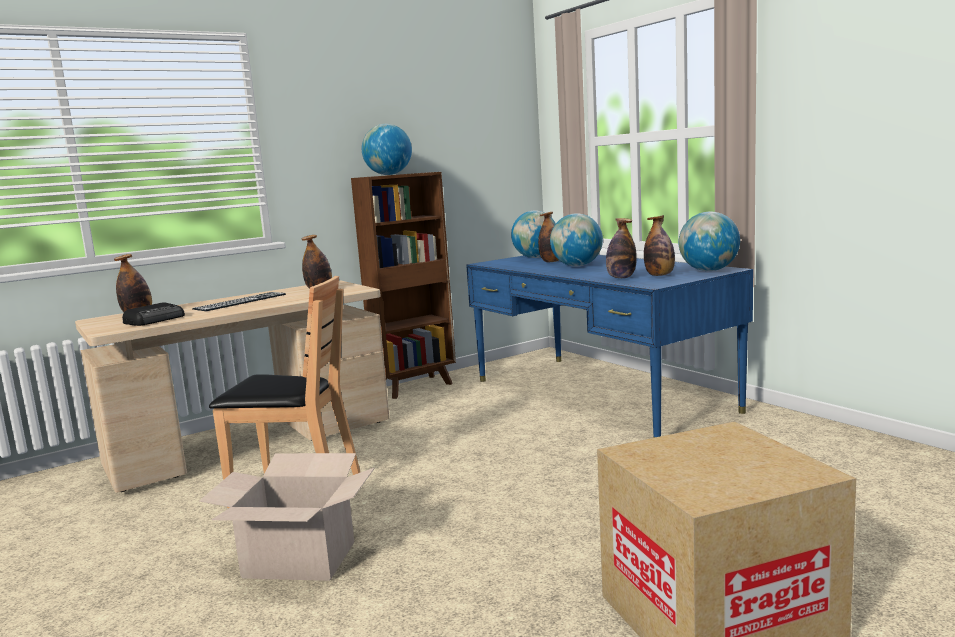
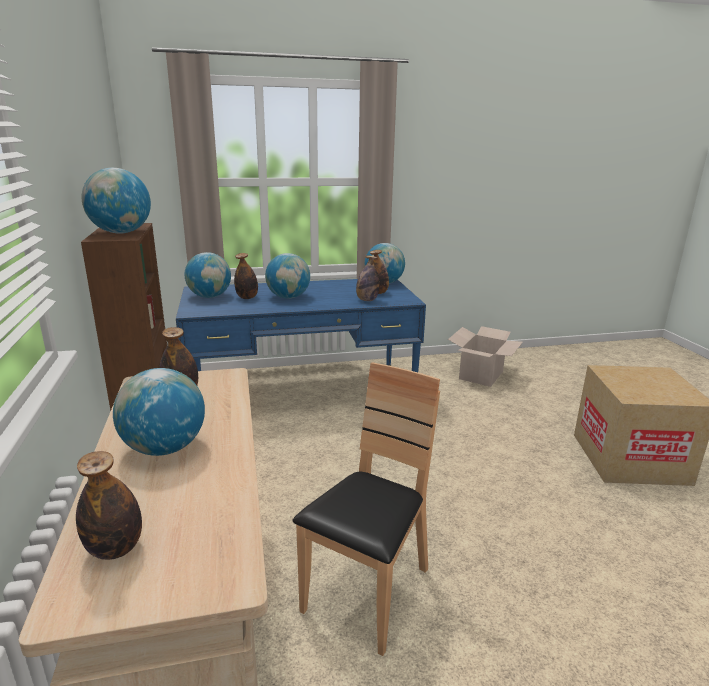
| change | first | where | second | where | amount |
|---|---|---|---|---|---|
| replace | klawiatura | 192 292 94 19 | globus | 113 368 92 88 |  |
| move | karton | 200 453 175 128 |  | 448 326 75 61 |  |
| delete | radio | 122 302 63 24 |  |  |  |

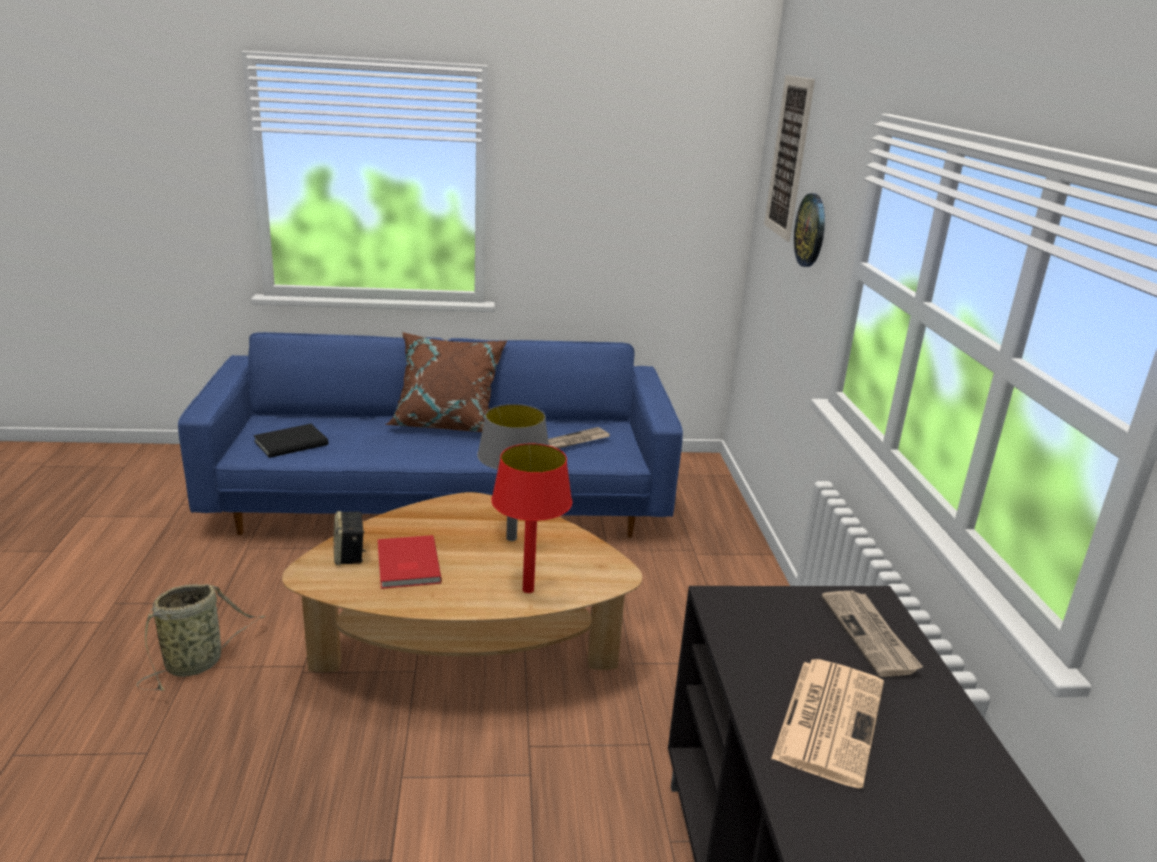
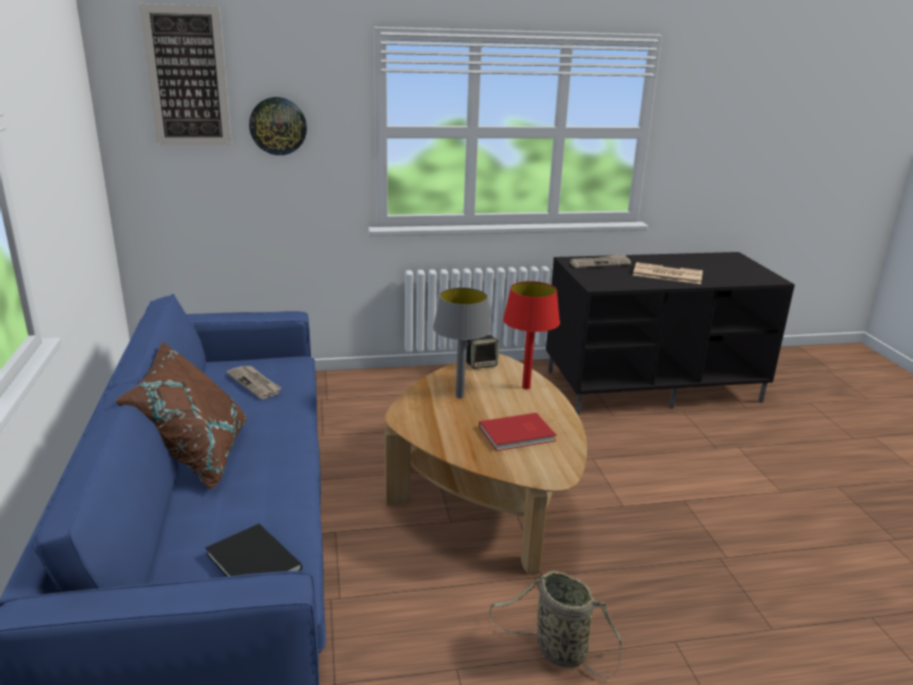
| change | first | where | second | where | amount |
|---|---|---|---|---|---|
| move | głośnik | 334 511 32 54 |  | 466 335 33 34 |  |

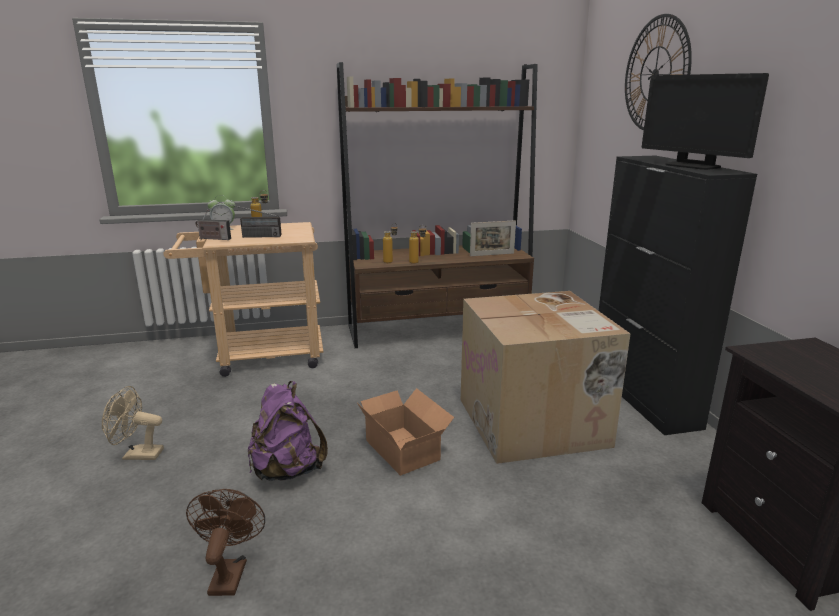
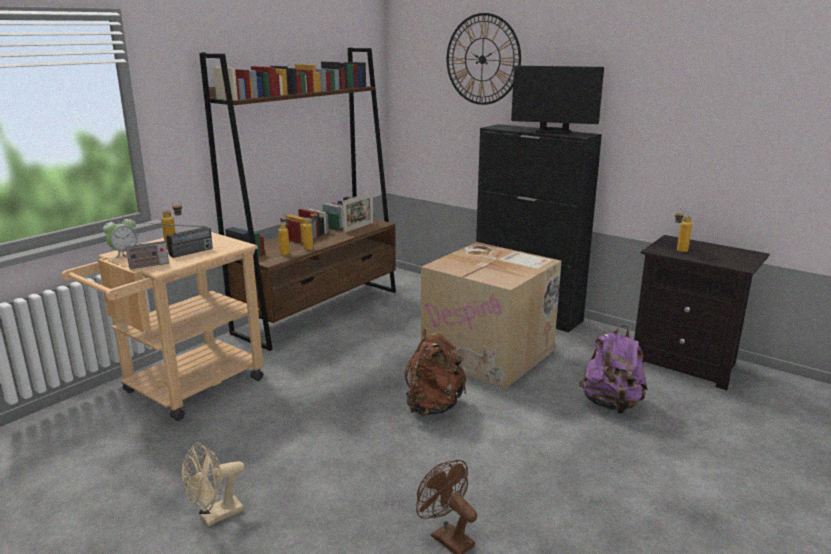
| change | first | where | second | where | amount |
|---|---|---|---|---|---|
| replace | karton | 357 388 97 88 | plecak [brązowy] | 405 329 61 87 |  |
| move | plecak [fioletowy] | 248 381 80 100 |  | 579 325 69 89 |  |
| insert |  |  | butelka | 675 209 17 43 |  |

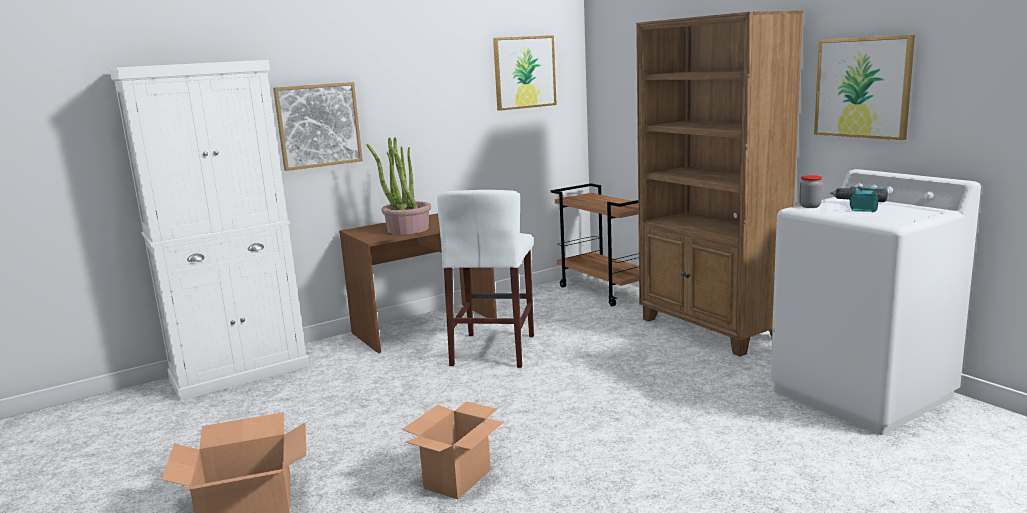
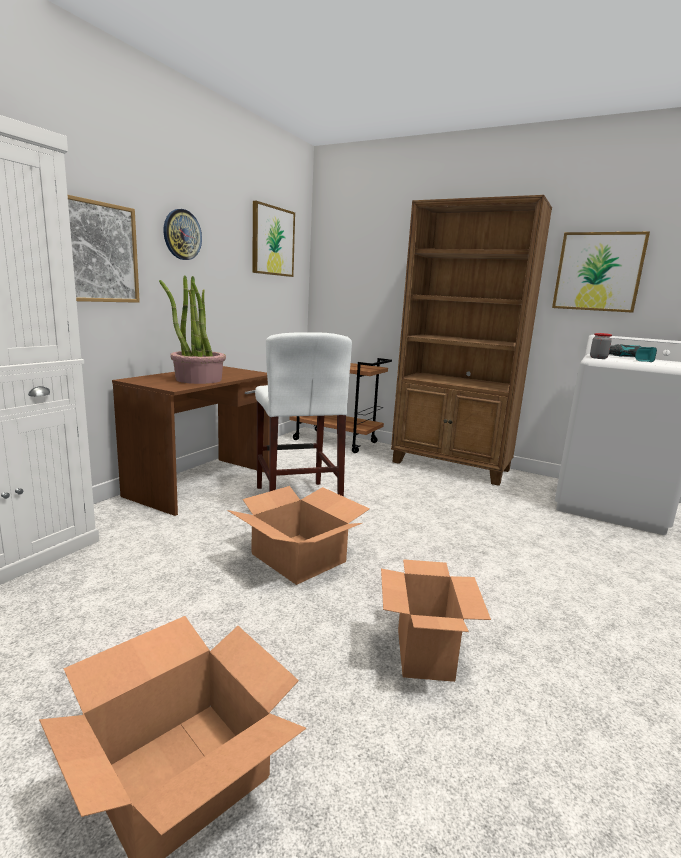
| change | first | where | second | where | amount |
|---|---|---|---|---|---|
| insert |  |  | zegar ścienny | 163 209 39 51 |  |
| insert |  |  | karton | 227 486 143 99 |  |

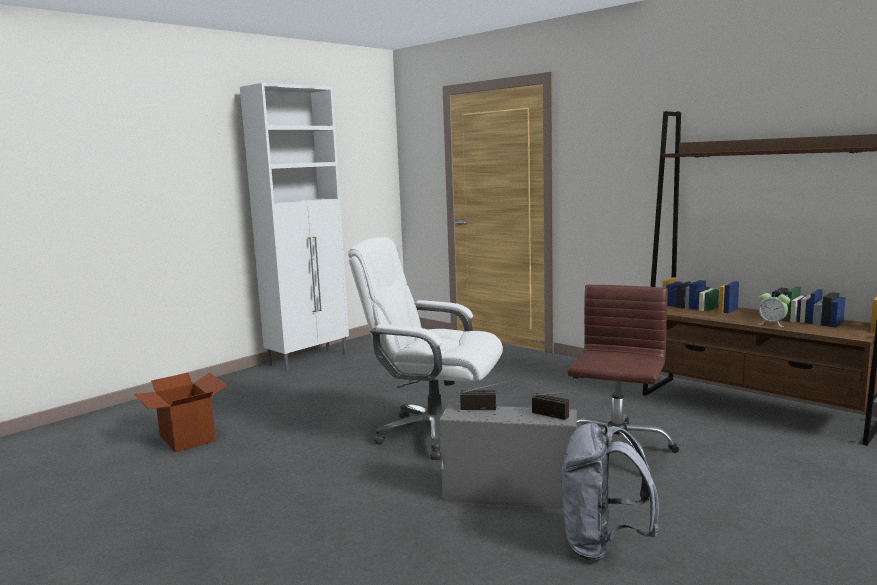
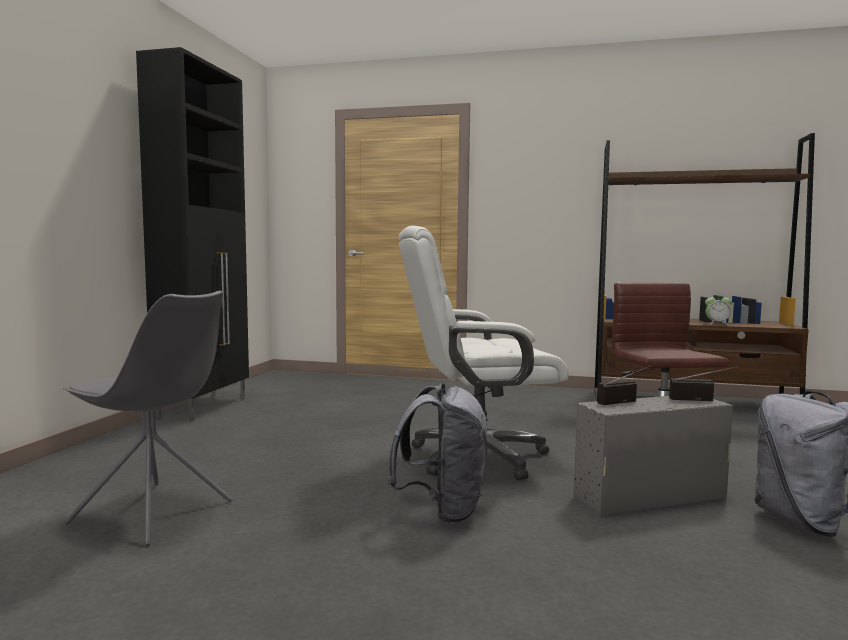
| change | first | where | second | where | amount |
|---|---|---|---|---|---|
| replace | karton | 134 372 93 80 | krzesło [szary] | 63 290 169 256 |  |
| recolor | szafka [biały] | 240 83 109 288 | szafka [czarny] | 136 47 113 374 |  |
| insert |  |  | plecak [szary] | 387 383 101 141 |  |

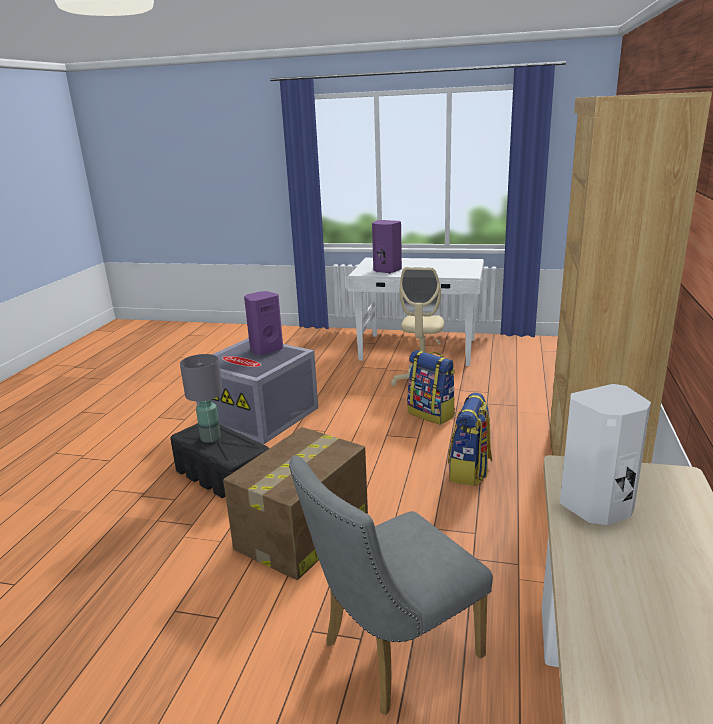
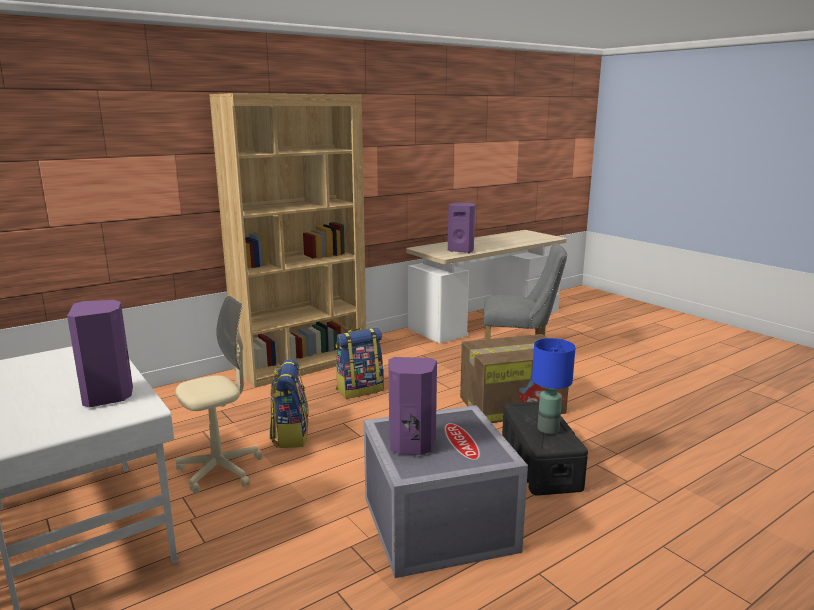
| change | first | where | second | where | amount |
|---|---|---|---|---|---|
| recolor | głośnik [biały] | 560 384 91 141 | głośnik [fioletowy] | 448 203 27 50 |  |
| recolor | lampa stołowa [szary] | 180 354 43 89 | lampa stołowa [niebieski] | 532 338 44 96 |  |

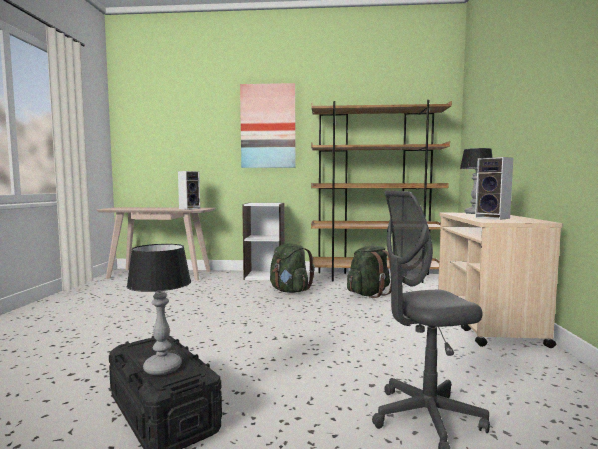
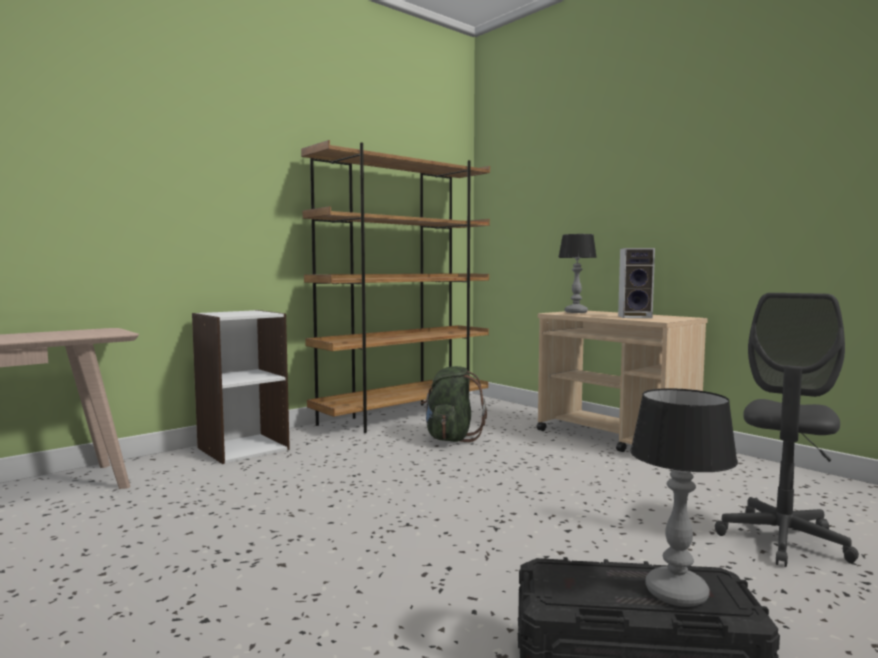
| change | first | where | second | where | amount |
|---|---|---|---|---|---|
| delete | głośnik | 178 171 22 39 |  |  |  |
| delete | obraz | 240 83 55 85 |  |  |  |
| delete | plecak [zielony] | 270 243 45 50 |  |  |  |

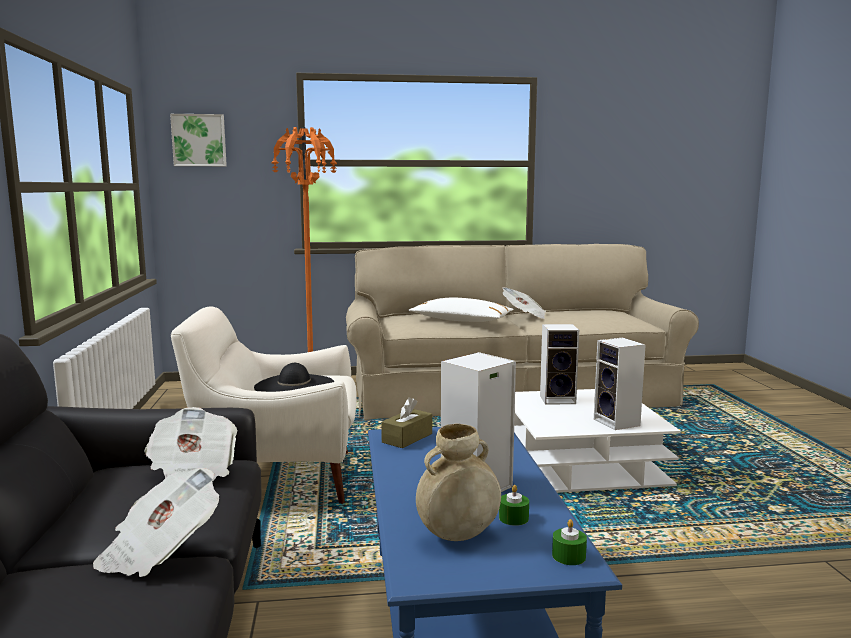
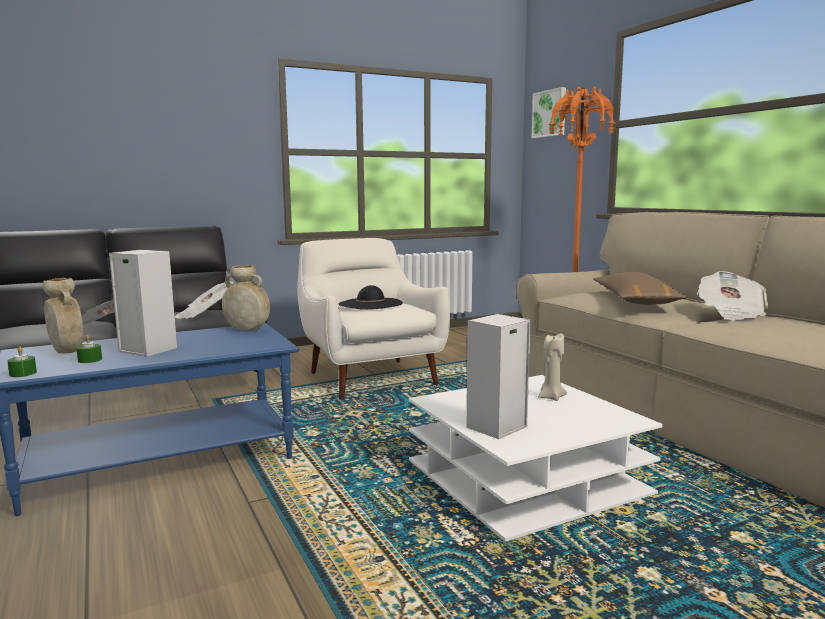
| change | first | where | second | where | amount |
|---|---|---|---|---|---|
| replace | pudełko chusteczek [brązowy] | 381 397 51 51 | wazon [beżowy] | 222 265 48 65 |  |
| replace | głośnik | 540 324 39 80 | świeca [beżowy] | 538 333 29 68 |  |
| recolor | poduszka [biały] | 409 298 105 24 | poduszka [brązowy] | 593 272 94 33 |  |

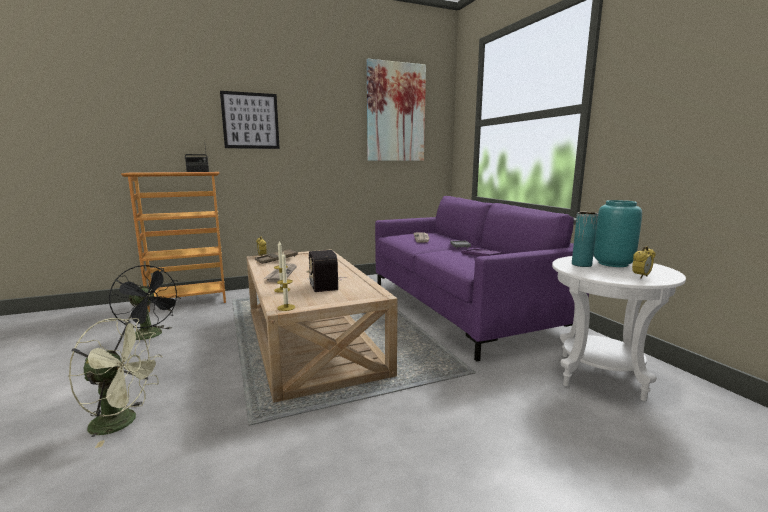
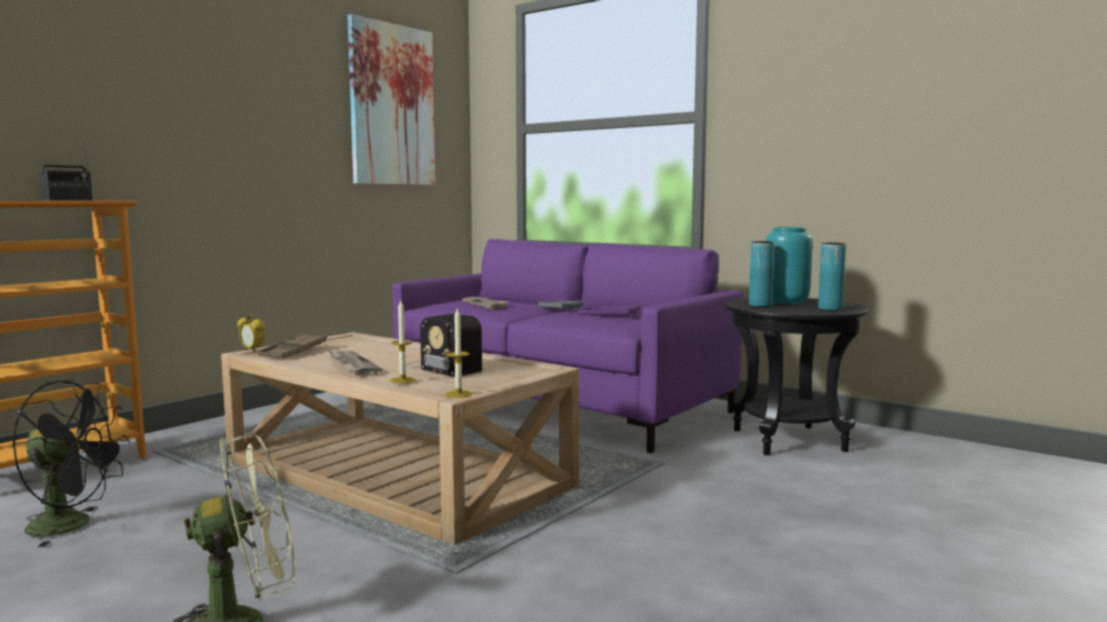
| change | first | where | second | where | amount |
|---|---|---|---|---|---|
| recolor | stolik [biały] | 552 256 134 145 | stolik [czarny] | 725 298 143 157 |  |
| replace | budzik | 632 246 24 32 | wazon [turkusowy] | 818 243 28 68 |  |
| delete | obraz | 220 91 60 58 |  |  |  |

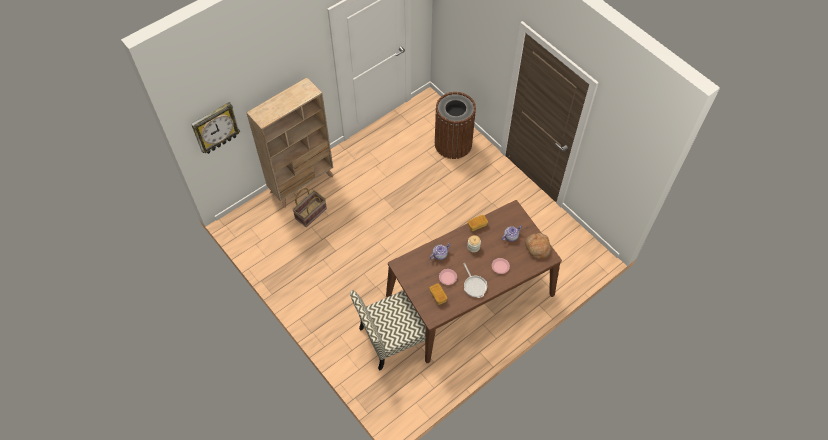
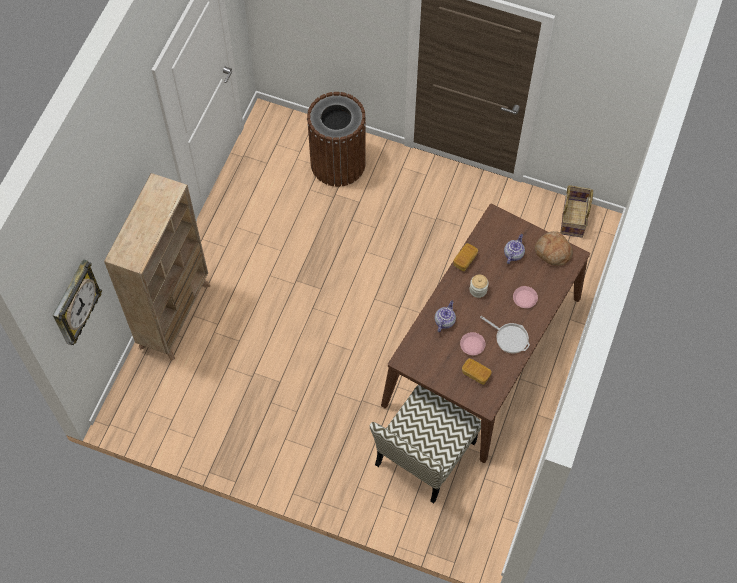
| change | first | where | second | where | amount |
|---|---|---|---|---|---|
| move | koszyk | 292 188 35 39 |  | 560 185 33 53 |  |

